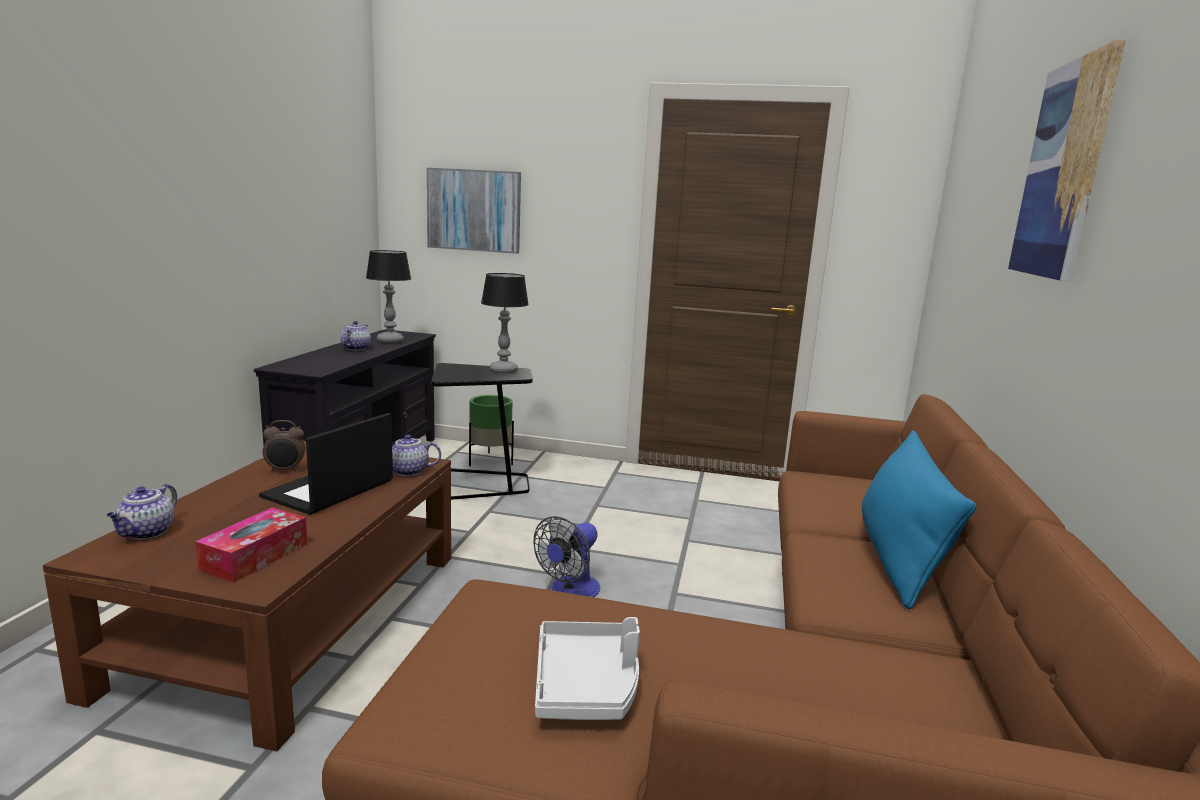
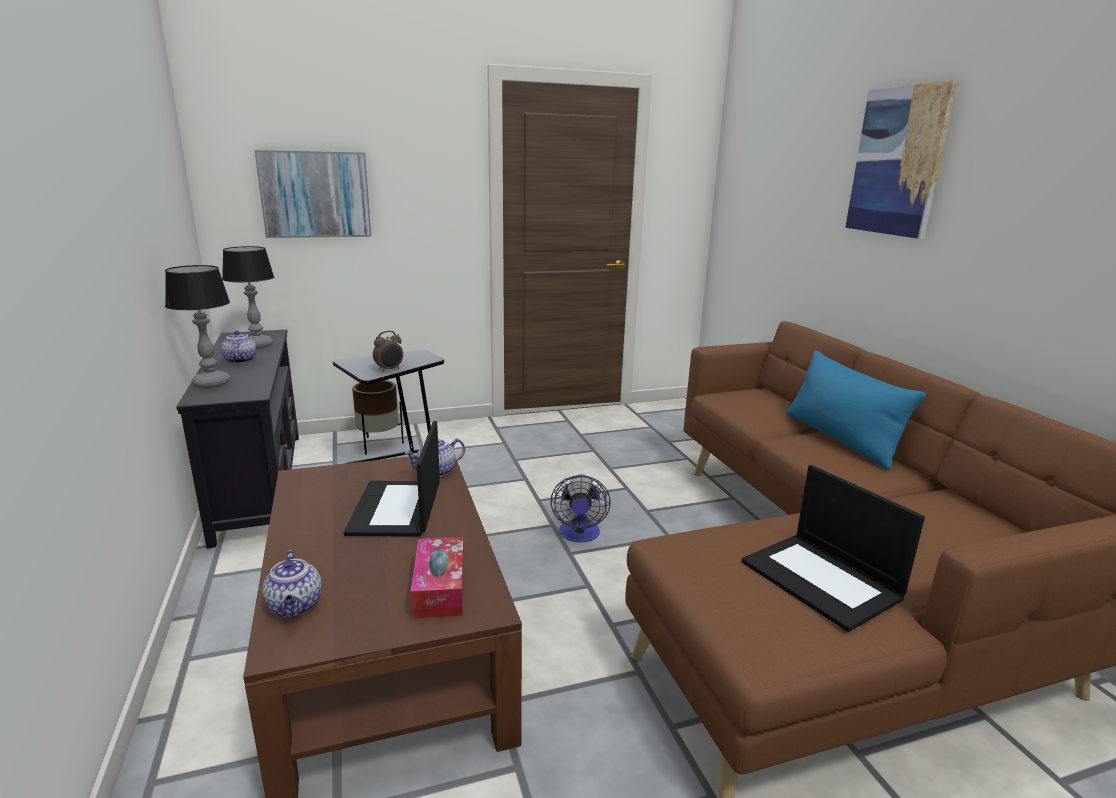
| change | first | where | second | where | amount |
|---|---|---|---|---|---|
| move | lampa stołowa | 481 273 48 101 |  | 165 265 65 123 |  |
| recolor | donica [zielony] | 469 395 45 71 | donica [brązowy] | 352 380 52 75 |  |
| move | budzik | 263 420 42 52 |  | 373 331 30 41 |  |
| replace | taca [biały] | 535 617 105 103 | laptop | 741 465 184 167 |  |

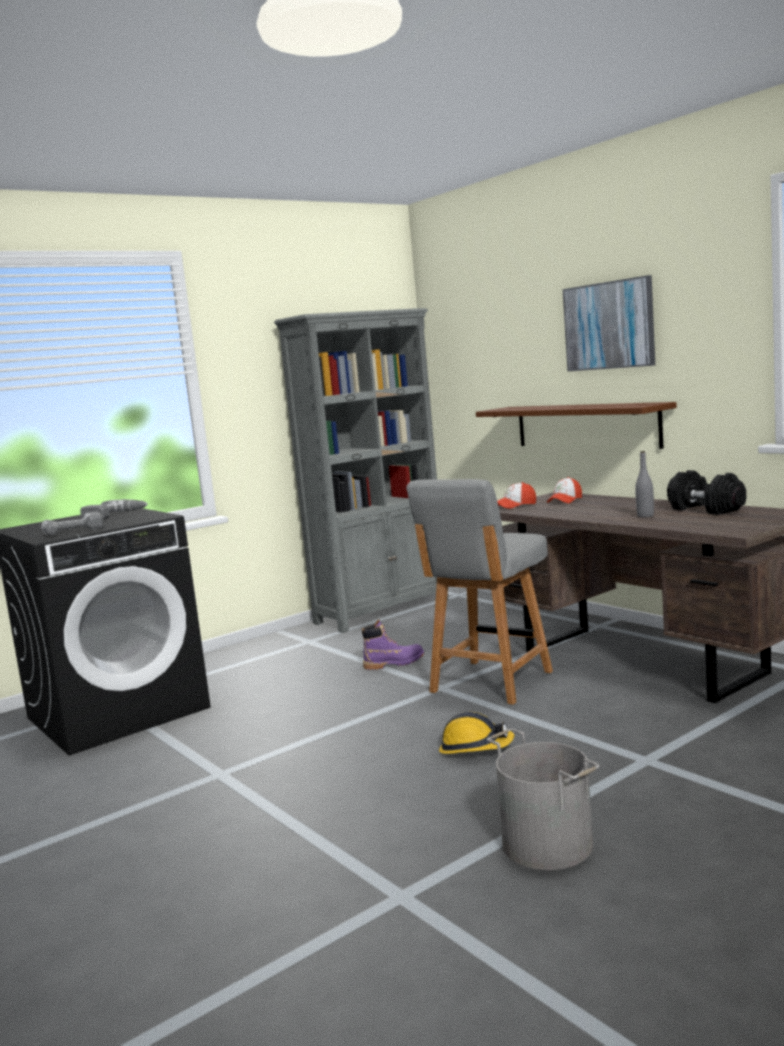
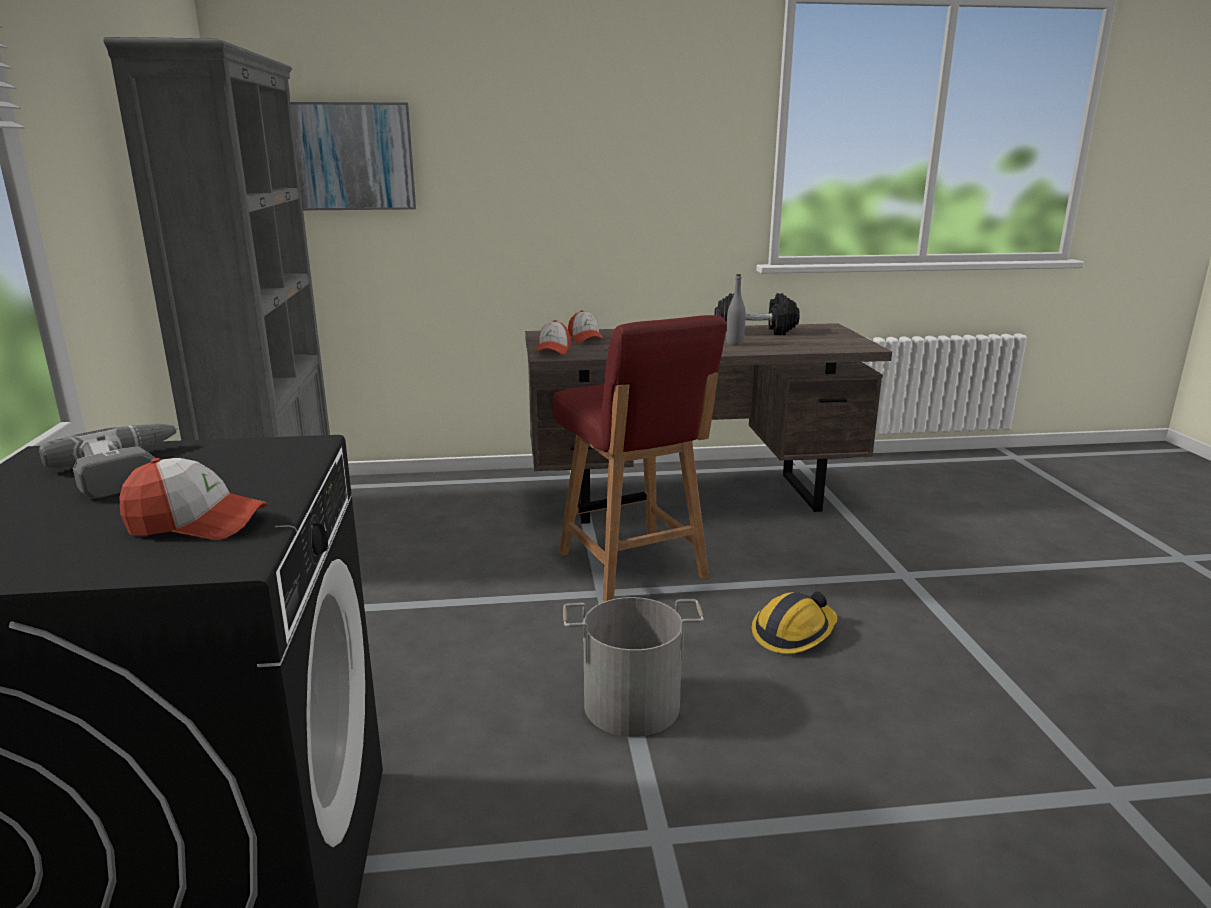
| change | first | where | second | where | amount |
|---|---|---|---|---|---|
| replace | wiertarka | 41 512 62 24 | czapka z daszkiem | 119 458 149 82 |  |
| move | obraz | 563 275 92 97 |  | 290 102 126 108 |  |
| recolor | krzesło [szary] | 406 479 147 226 | krzesło [czerwony] | 552 315 175 286 |  |
| move | wiadro [szary] | 487 728 113 142 |  | 563 597 141 140 |  |
| delete | but z cholewką [fioletowy] | 362 620 62 50 |  |  |  |
| delete | półka [brązowy] | 476 402 201 47 |  |  |  |

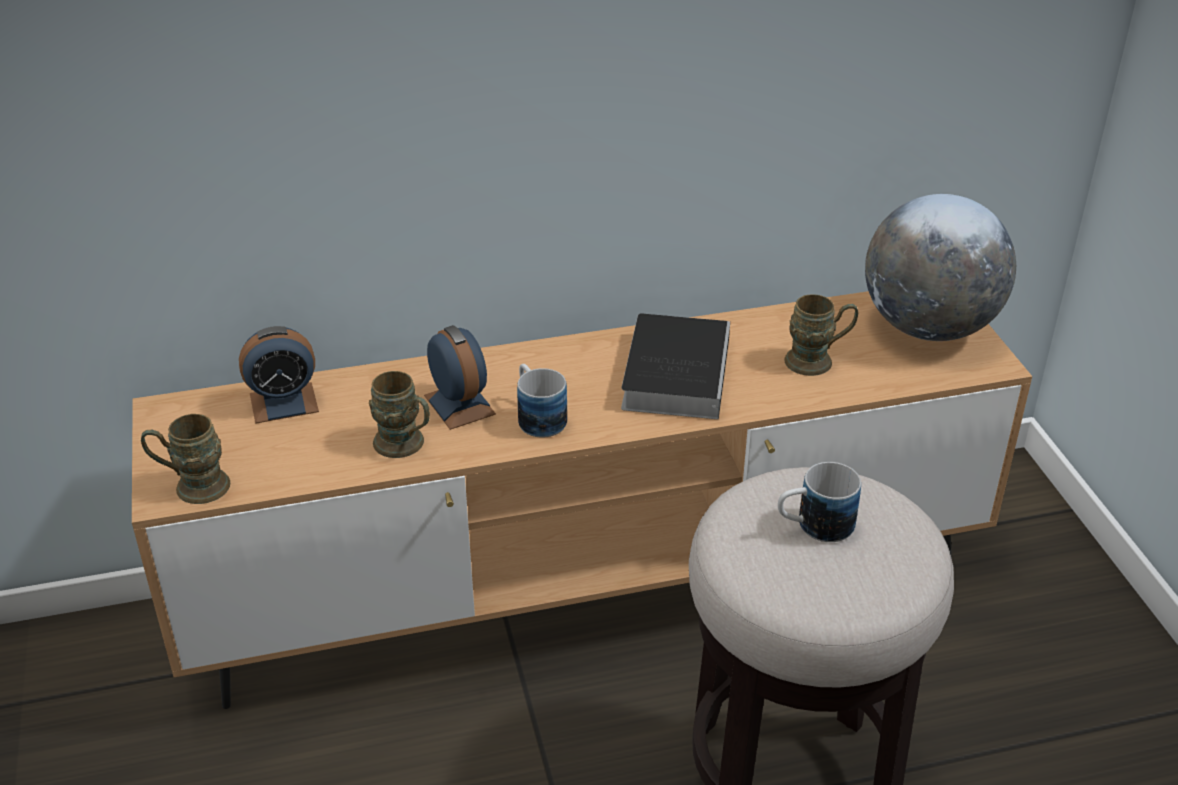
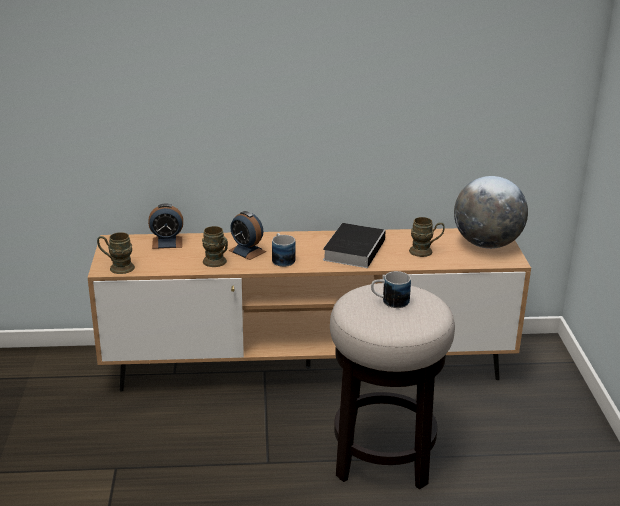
| change | first | where | second | where | amount |
|---|---|---|---|---|---|
| rotate | budzik | 424 325 72 105 |  | 228 211 38 49 | 150 degrees clockwise |

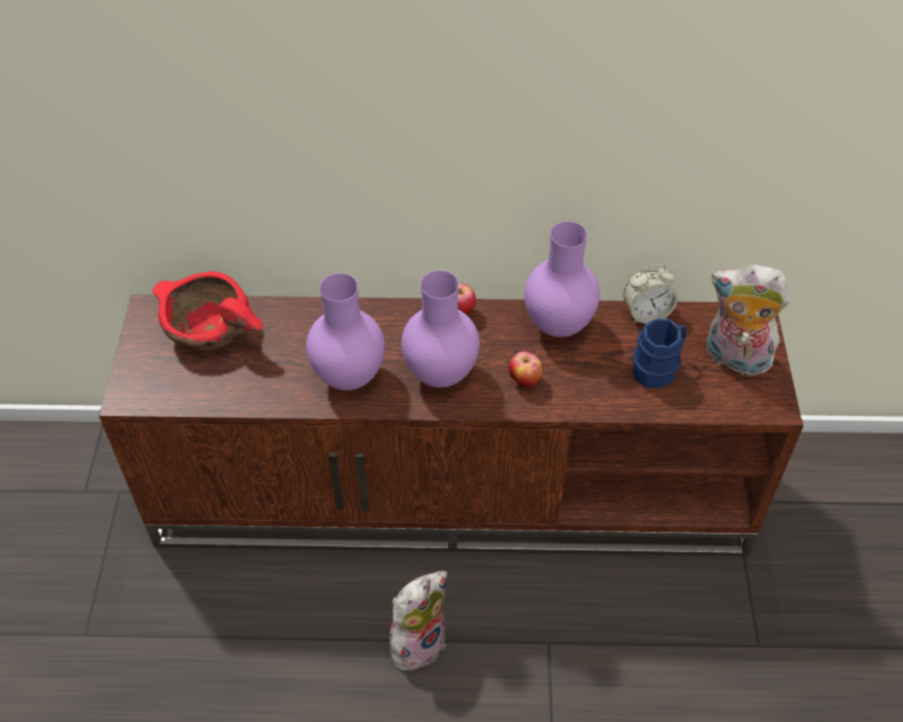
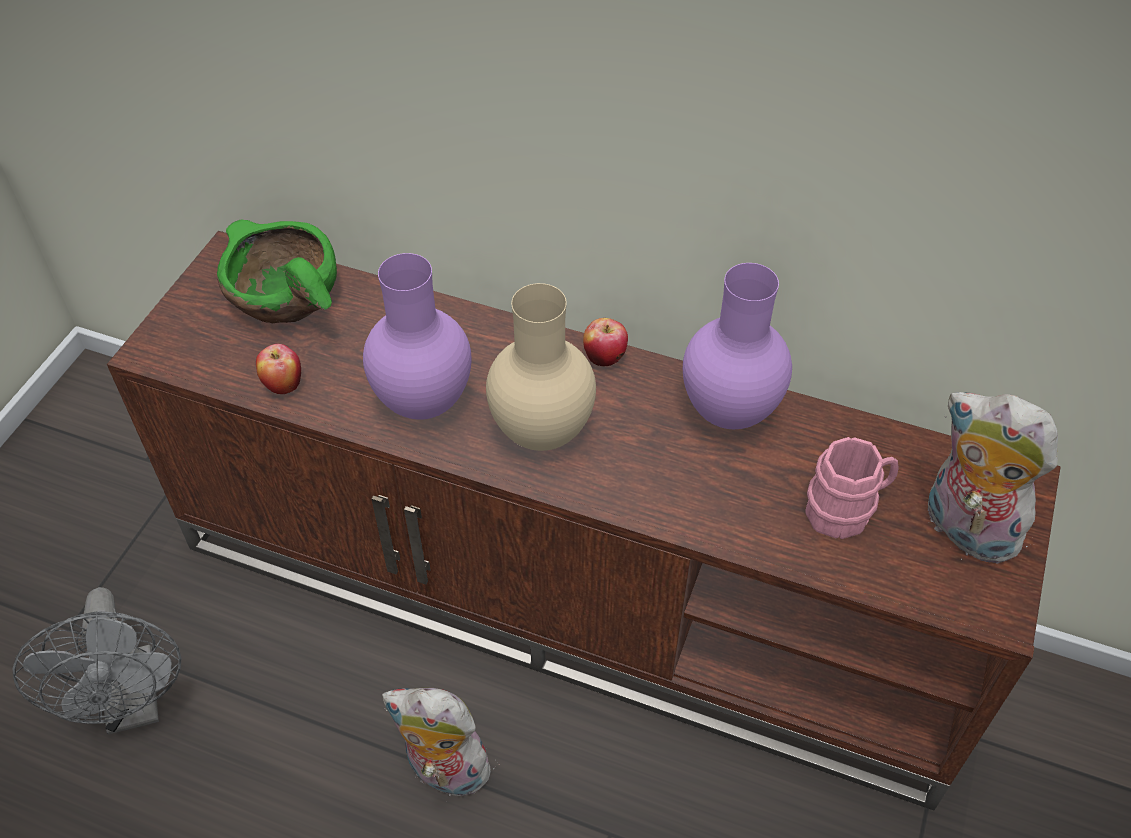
| change | first | where | second | where | amount |
|---|---|---|---|---|---|
| insert |  |  | wentylator [szary] | 12 587 170 147 |  |
| recolor | miska [czerwony] | 152 271 111 81 | miska [zielony] | 217 219 120 104 |  |
| move | jabłko | 509 351 34 37 |  | 256 344 45 50 |  |
| rotate | pluszak | 389 571 58 102 |  | 382 688 112 108 | 135 degrees counterclockwise |
| recolor | wazon [fioletowy] | 401 270 78 117 | wazon [beżowy] | 486 283 110 168 |  |
| recolor | kubek [niebieski] | 633 319 54 69 | kubek [różowy] | 805 437 94 102 |  |
| delete | budzik | 623 264 55 60 |  |  |  |

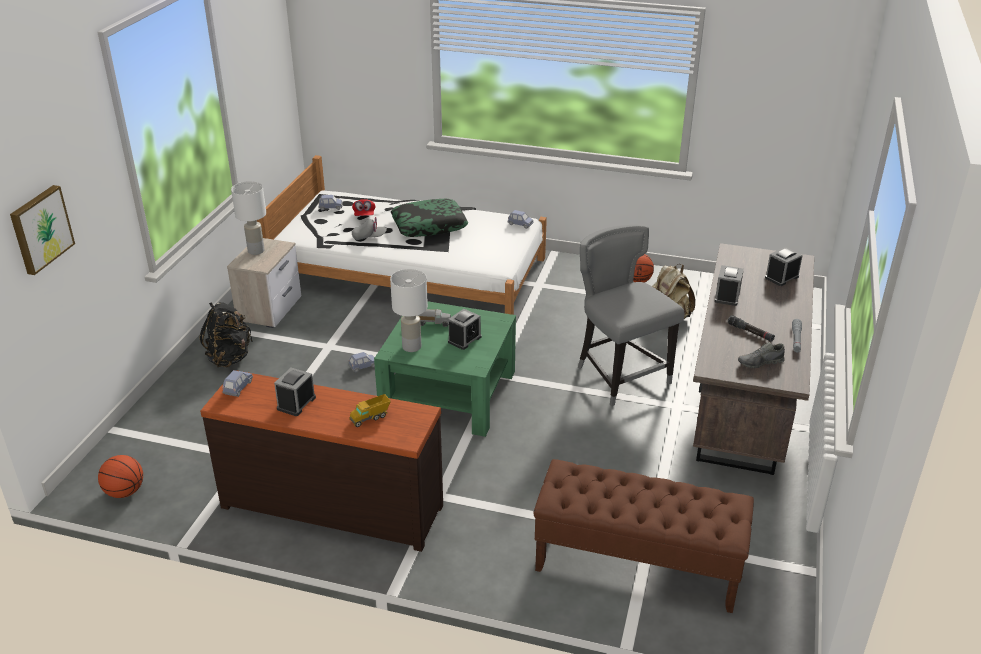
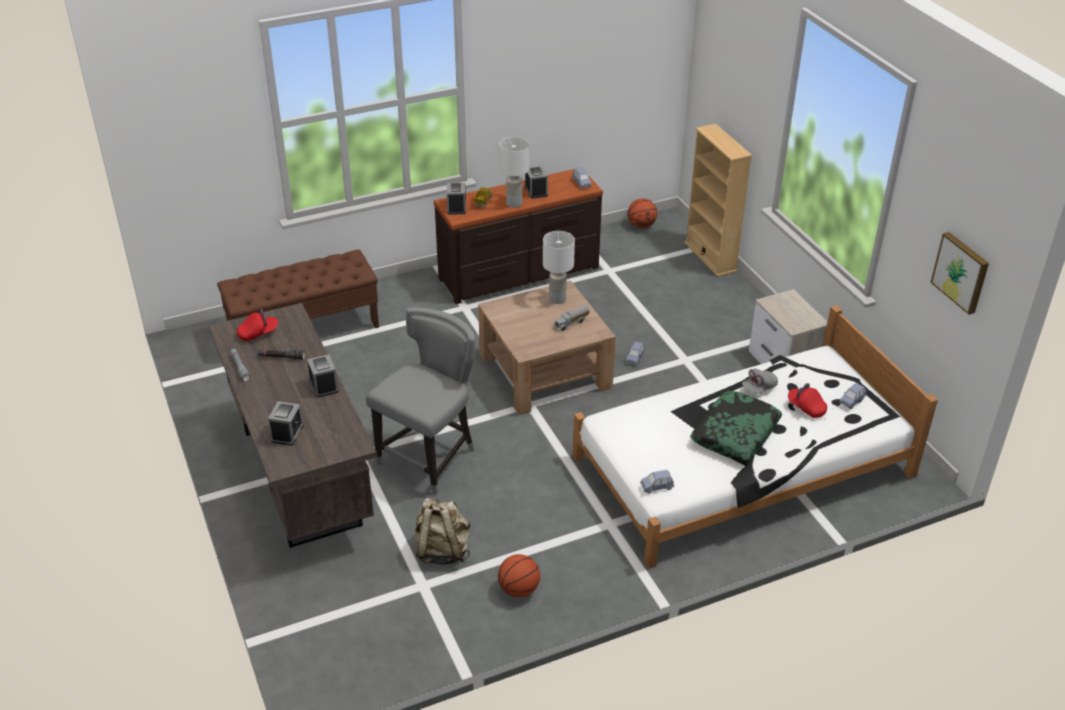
| change | first | where | second | where | amount |
|---|---|---|---|---|---|
| replace | but [szary] | 738 342 47 27 | czapka z daszkiem [czerwony] | 237 309 41 32 |  |
| rotate | krzesło [szary] | 578 224 107 182 |  | 366 307 109 188 | 75 degrees counterclockwise |
| move | budzik | 448 309 34 41 |  | 447 182 19 32 |  |
| recolor | ława [zielony] | 374 302 142 135 | ława [brązowy] | 478 281 138 134 |  |
| move | lampa stołowa [biały] | 231 181 35 74 |  | 499 137 30 71 |  |
| insert |  |  | regał [beżowy] | 684 123 68 154 |  |
| move | obraz | 10 185 65 90 |  | 930 232 59 83 |  |
| delete | plecak [czarny] | 200 302 53 66 |  |  |  |

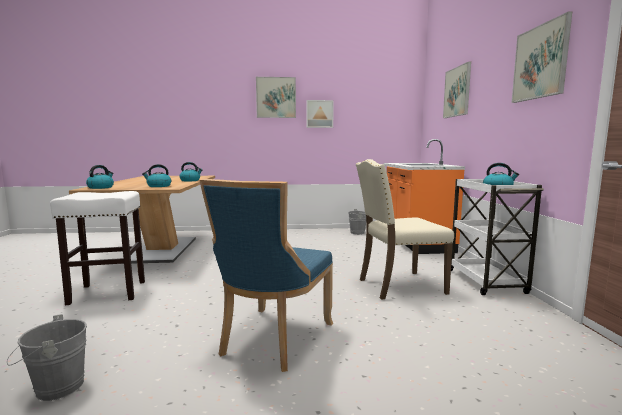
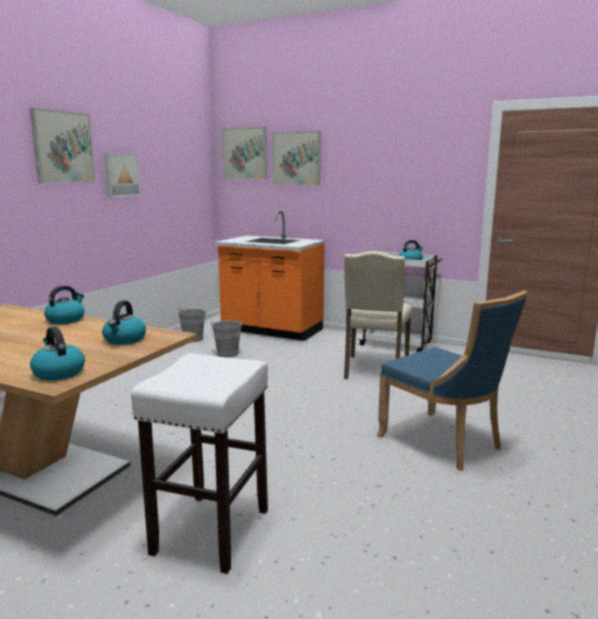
| change | first | where | second | where | amount |
|---|---|---|---|---|---|
| move | wiadro [szary] | 7 314 80 87 |  | 211 320 32 38 |  |
| move | obraz | 511 11 61 92 |  | 222 127 45 52 |  |

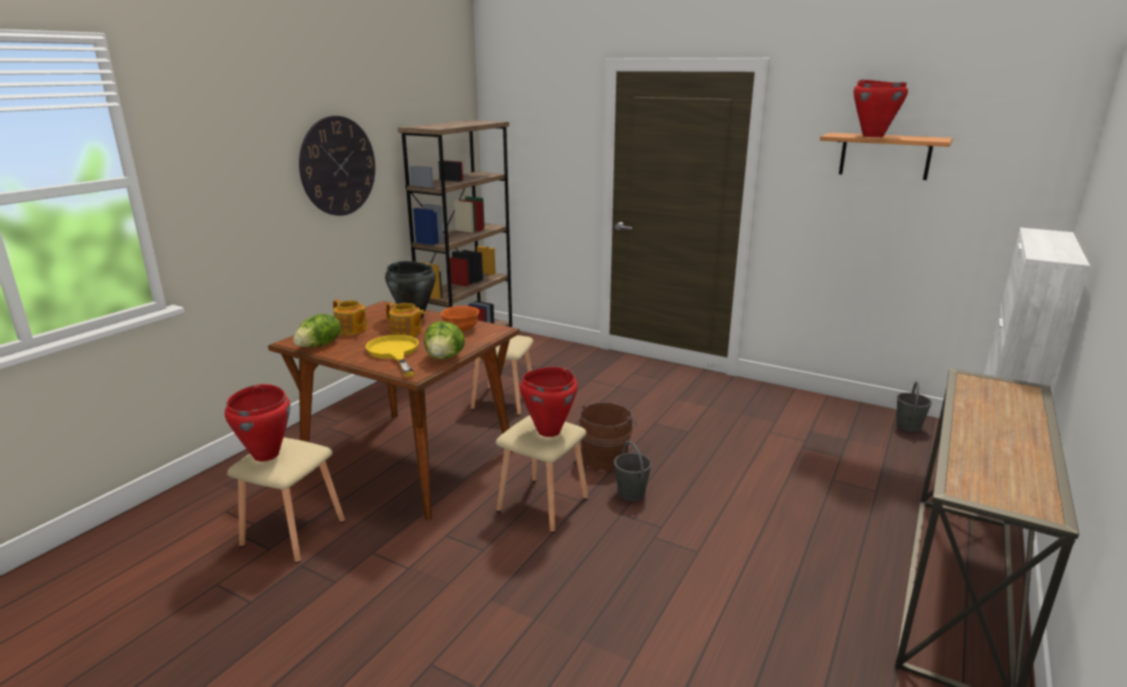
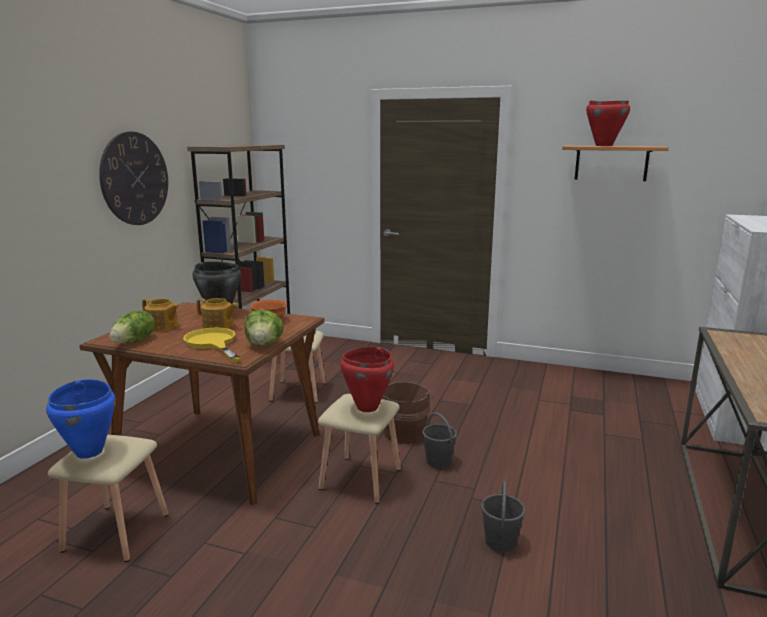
| change | first | where | second | where | amount |
|---|---|---|---|---|---|
| recolor | garnek [czerwony] | 225 384 65 77 | garnek [niebieski] | 46 379 70 80 |  |
| move | wiadro [szary] | 896 381 36 51 |  | 481 481 44 71 |  |

